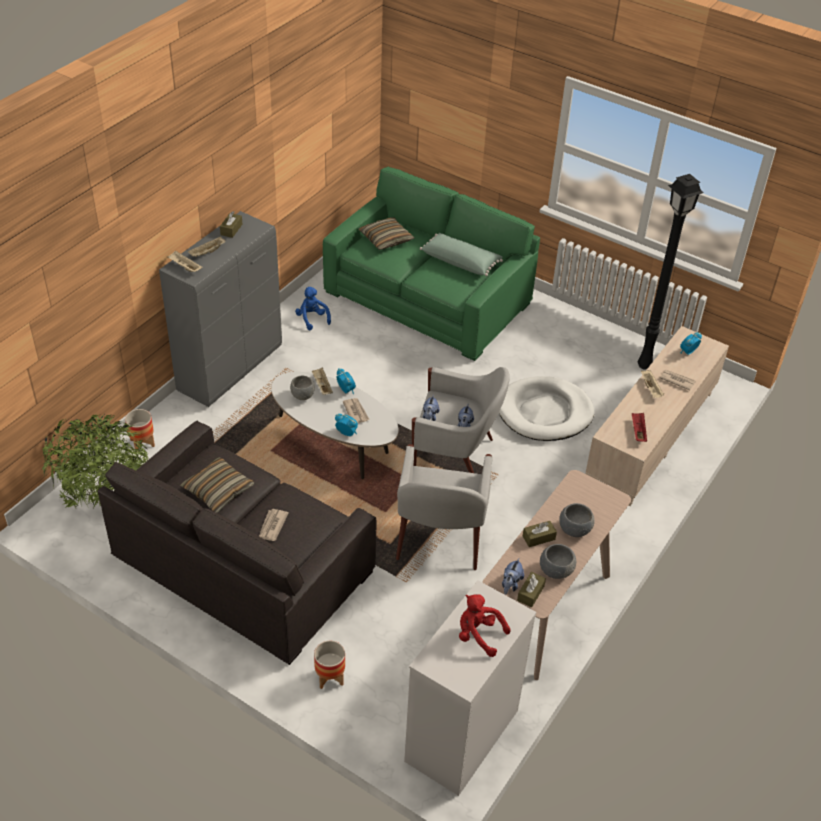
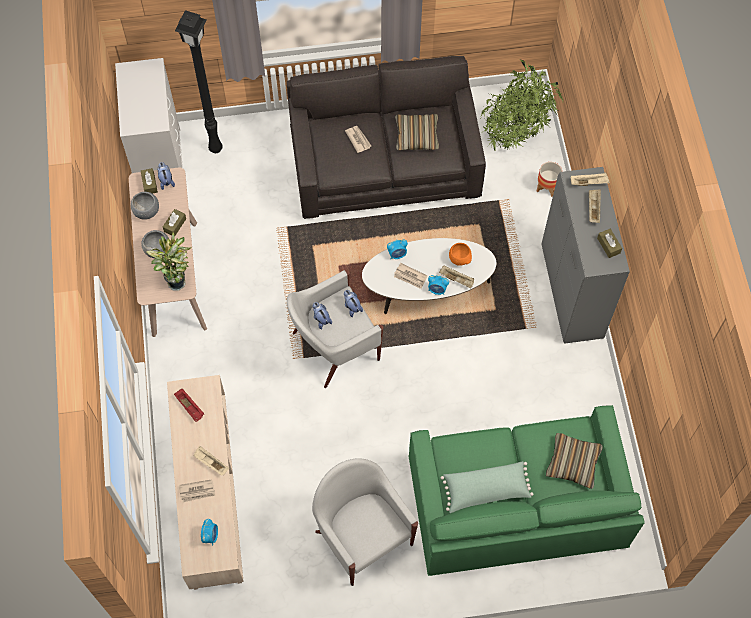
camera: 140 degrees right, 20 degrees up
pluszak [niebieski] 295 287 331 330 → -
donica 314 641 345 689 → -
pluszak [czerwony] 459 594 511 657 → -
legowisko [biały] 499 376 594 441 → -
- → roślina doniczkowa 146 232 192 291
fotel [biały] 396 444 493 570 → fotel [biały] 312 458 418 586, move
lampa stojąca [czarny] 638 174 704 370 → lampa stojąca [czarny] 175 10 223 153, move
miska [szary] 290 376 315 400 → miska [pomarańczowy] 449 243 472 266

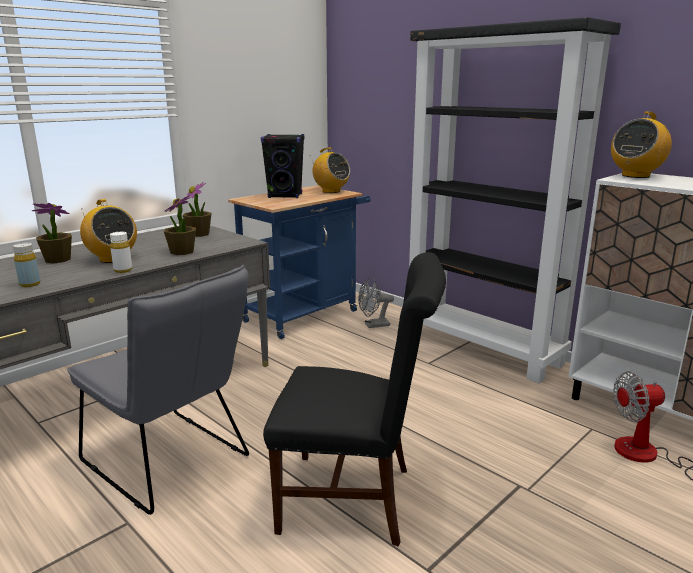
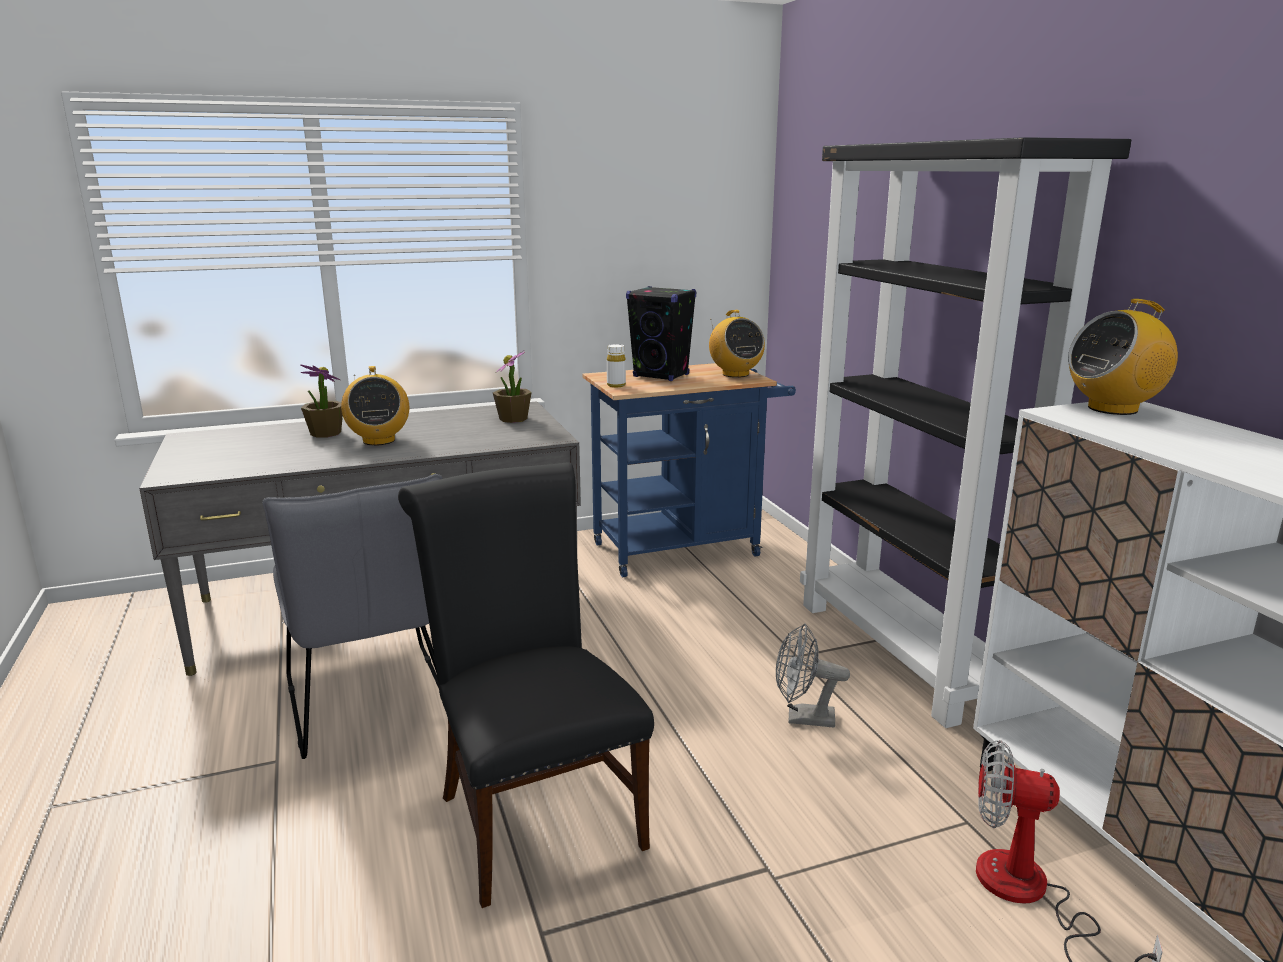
camera: 25 degrees right, 0 degrees up
butelka [żółty] 13 243 40 287 → -
roślina doniczkowa 164 195 196 255 → -
butelka [biały] 110 232 132 273 → butelka [biały] 607 344 626 387, move
wentylator [szary] 358 277 394 328 → wentylator [szary] 776 623 850 728, move
krzesło [czarny] 263 252 446 546 → krzesło [czarny] 398 462 654 908, 150 degrees counterclockwise

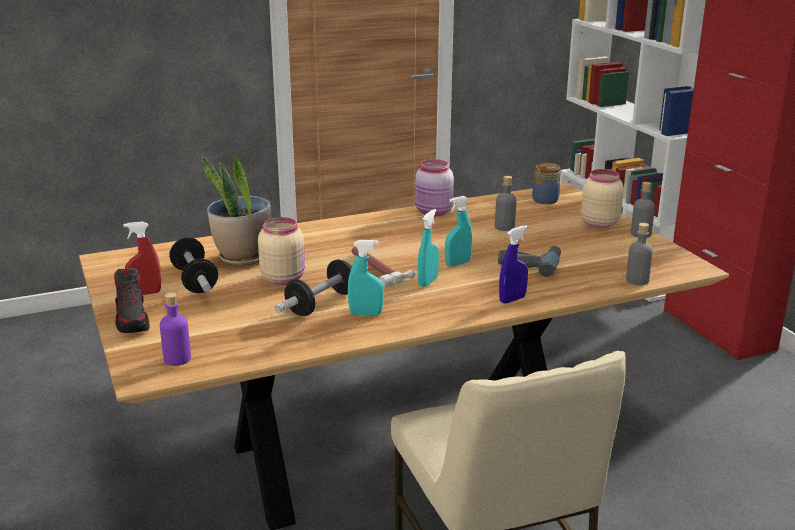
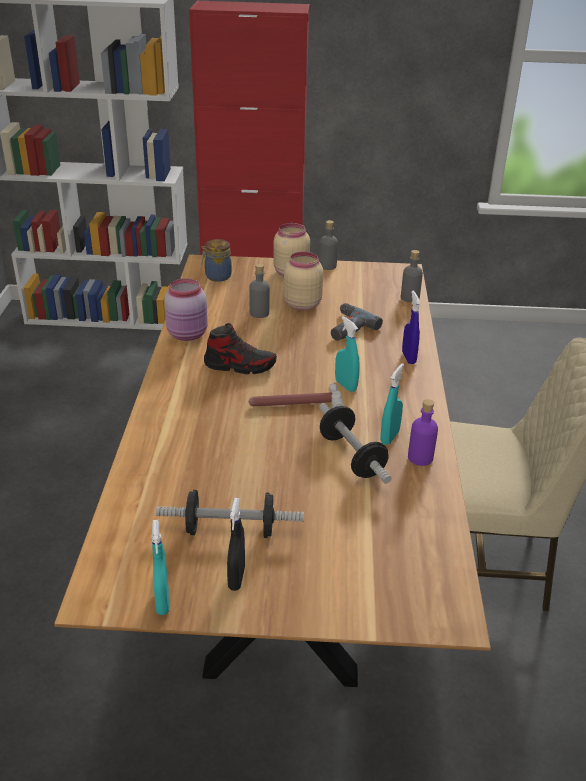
camera: 65 degrees left, 10 degrees up
roślina doniczkowa 202 156 271 266 → -
but 114 268 150 333 → but 204 323 277 375, move
butelka [fioletowy] 160 292 191 366 → butelka [fioletowy] 408 399 438 466, move
słoik [beżowy] 258 217 305 285 → słoik [beżowy] 284 252 323 310, move
spryskiwacz [turkusowy] 445 196 472 267 → spryskiwacz [turkusowy] 152 520 169 615, move
spryskiwacz [czerwony] 124 221 161 295 → spryskiwacz [czarny] 227 498 245 591

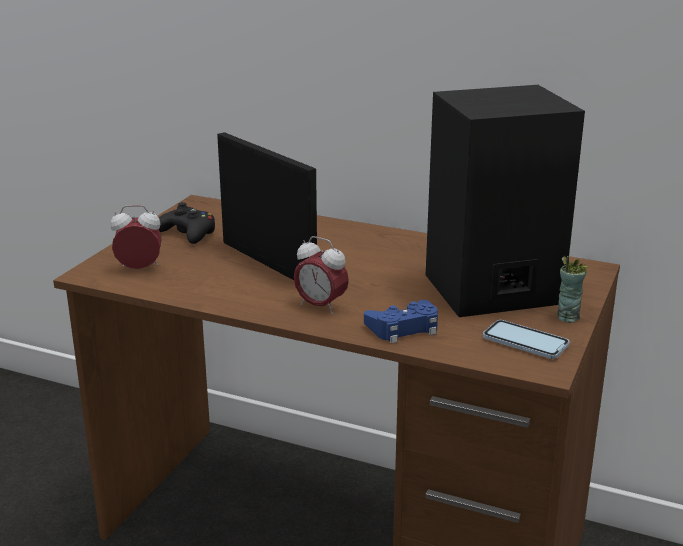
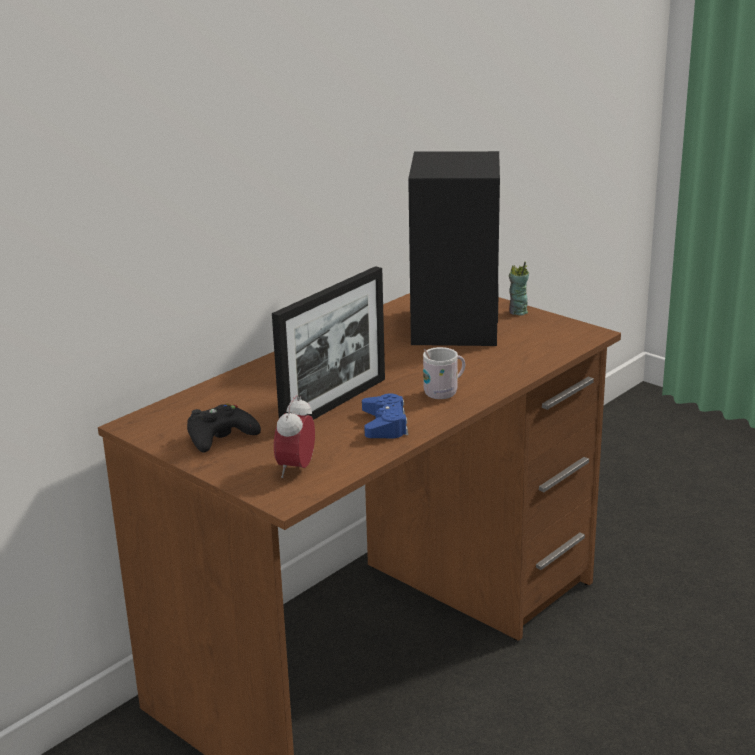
camera: 70 degrees left, 0 degrees up
telefon 483 320 570 359 → -
pad do gier [niebieski] 364 300 438 344 → pad do gier [niebieski] 362 394 409 438, move
budzik 294 236 349 315 → kubek [biały] 423 347 465 399
ramka na zdjęcie 217 132 317 280 → ramka na zdjęcie 272 266 385 420, 150 degrees clockwise

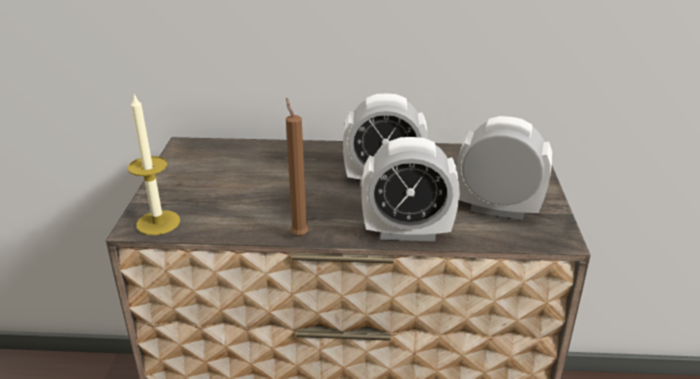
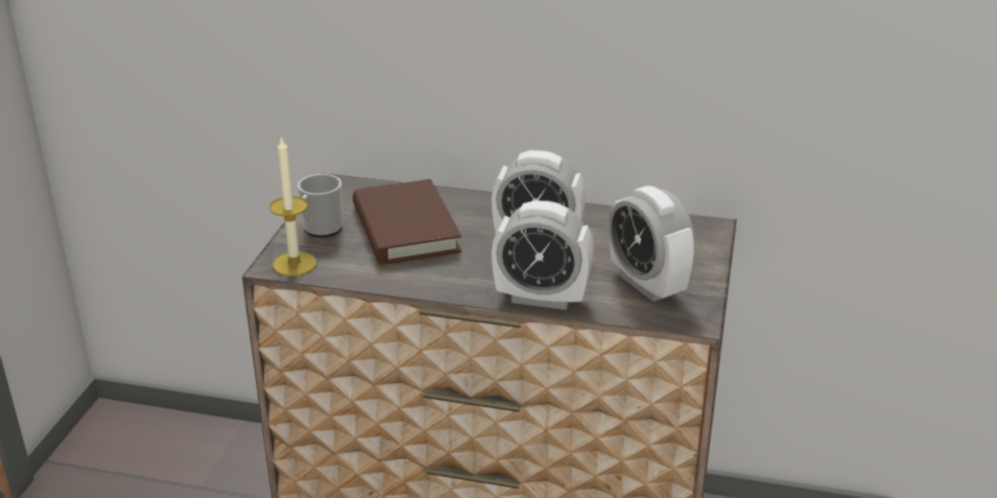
camera: 10 degrees right, 0 degrees up
świeca [brązowy] 286 97 308 236 → -
- → kubek 298 174 343 237
- → książka [brązowy] 353 179 462 265
budzik 456 116 552 220 → budzik 609 186 695 302, 150 degrees counterclockwise

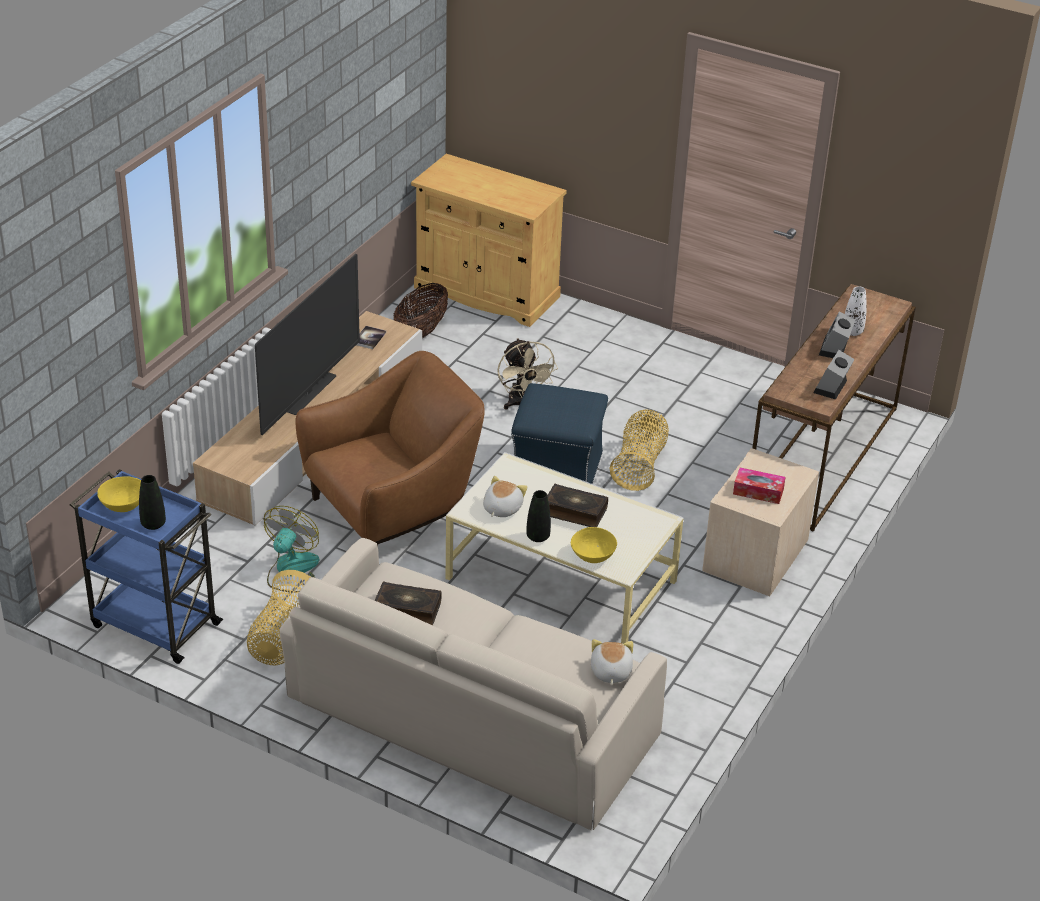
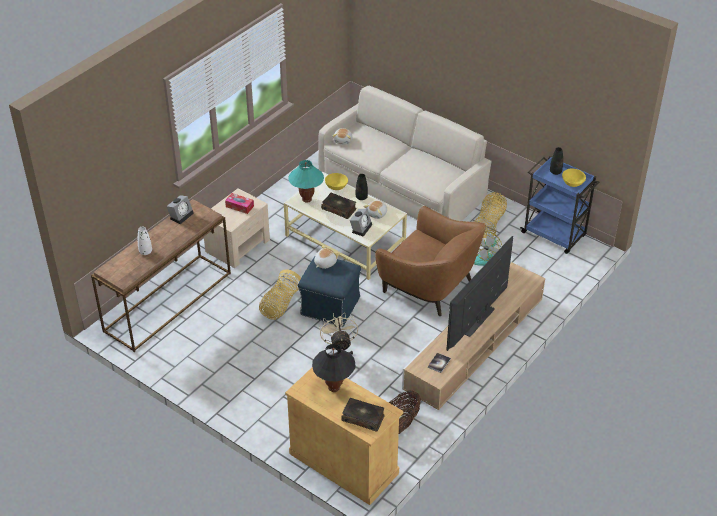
camera: 170 degrees left, 5 degrees up
- → lampa stołowa [turkusowy] 288 160 324 203
- → lampa stołowa [czarny] 312 344 356 392
- → pluszak 314 245 339 269
książka 375 581 442 625 → książka 341 398 385 432, move
budzik 819 312 855 358 → budzik 350 209 372 237, move
fotel [brązowy] 295 351 485 546 → fotel [brązowy] 375 206 486 316, 120 degrees counterclockwise

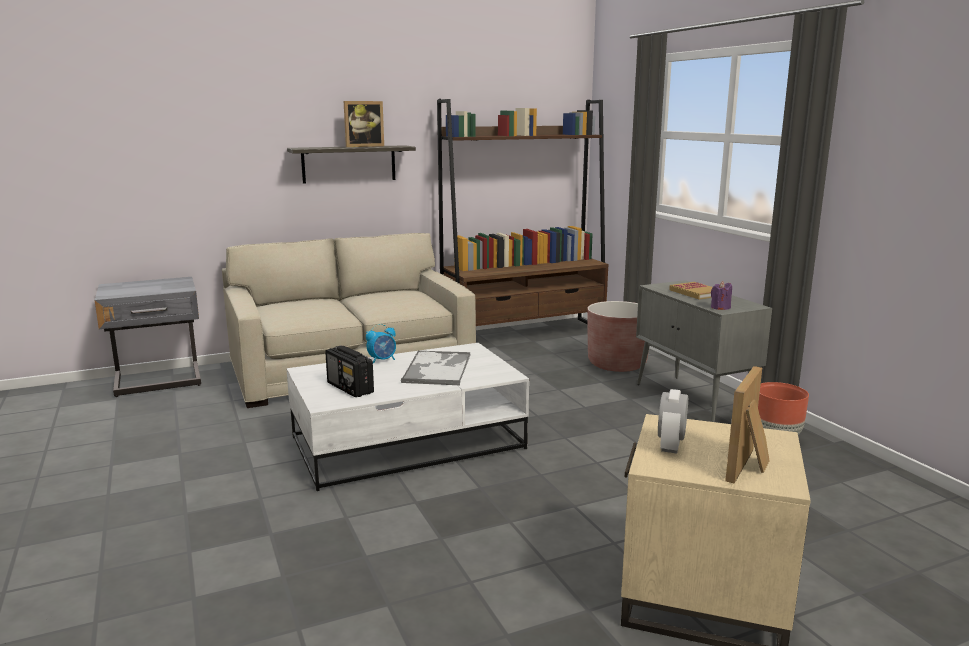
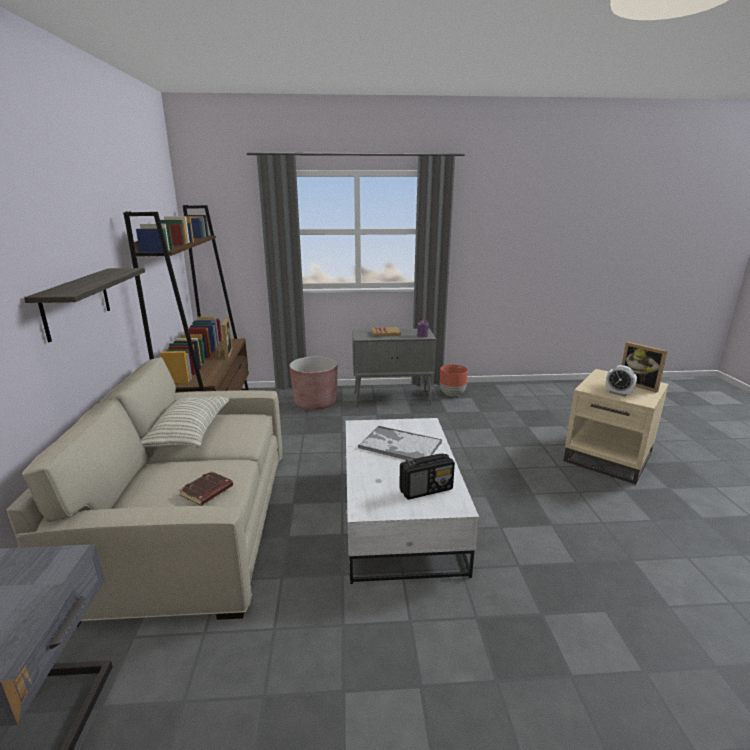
camera: 70 degrees left, 5 degrees up
budzik 366 324 396 364 → -
- → poduszka 141 396 229 448
- → książka [brązowy] 179 471 233 506
ramka na zdjęcie 344 101 384 147 → ramka na zdjęcie 219 317 233 359, move

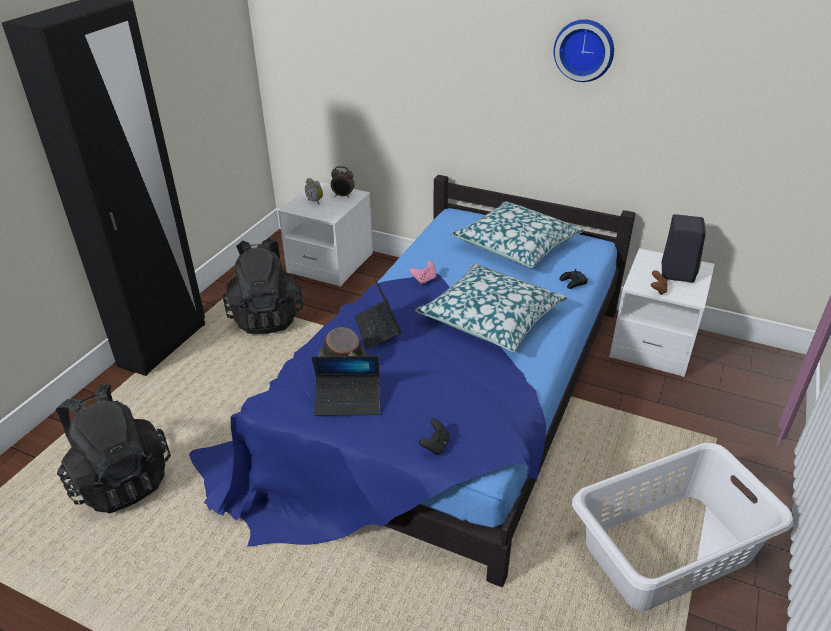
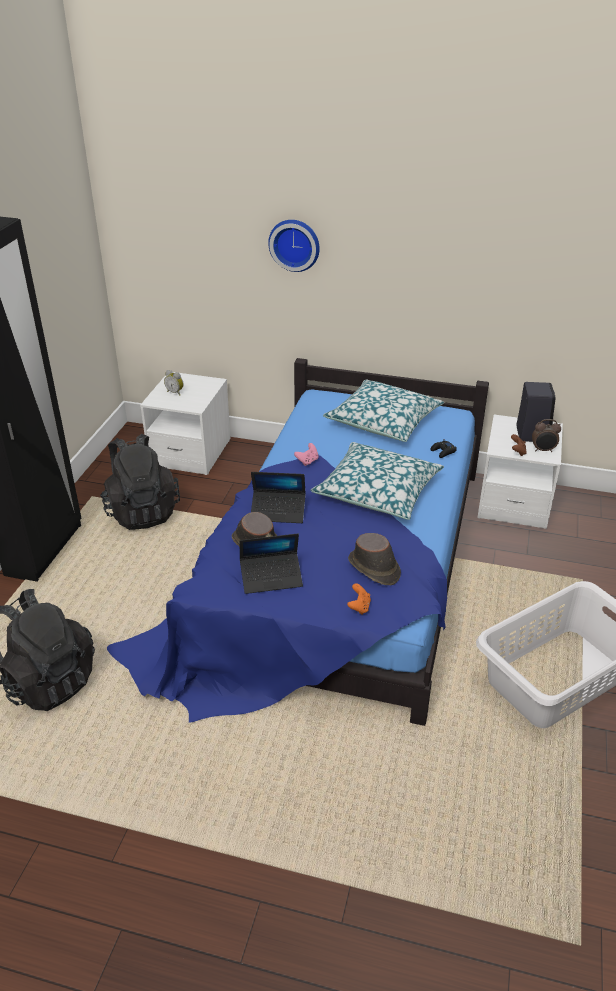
camera: 10 degrees left, 0 degrees up
- → kapelusz [brązowy] 348 533 401 585
budzik 331 166 355 198 → budzik 532 419 561 452, move
zegar ścienny 554 19 614 82 → zegar ścienny 268 220 320 272, move
pad do gier [czarny] 419 419 449 455 → pad do gier [pomarańczowy] 347 583 371 615
laptop 354 275 401 350 → laptop 251 472 306 523, 60 degrees counterclockwise

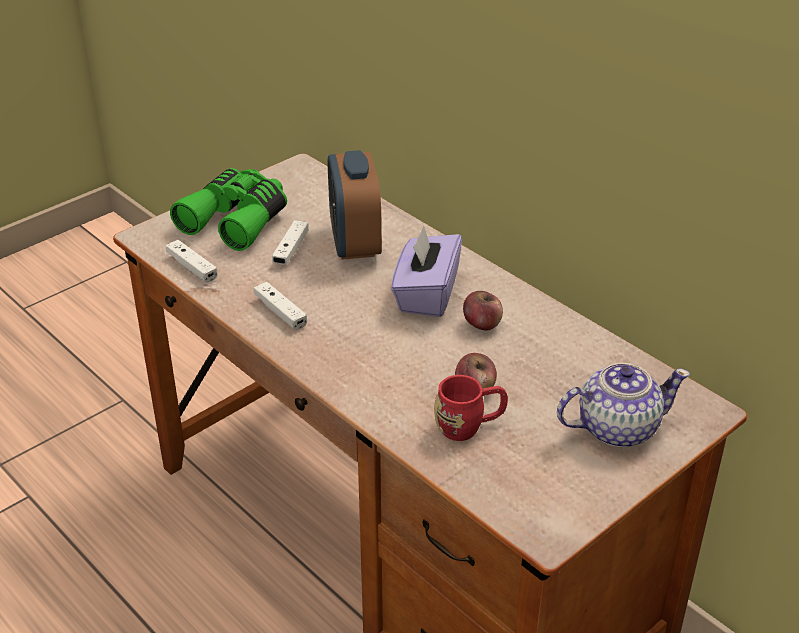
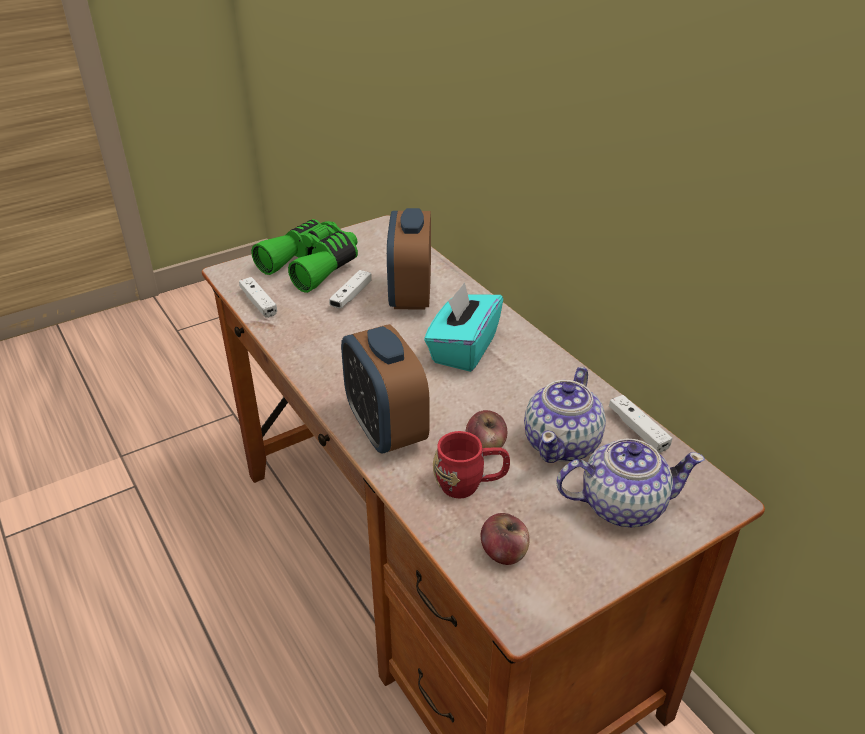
camera: 10 degrees right, 0 degrees up
- → budzik 341 324 430 454
- → imbryk 524 367 606 463
pad do gier [biały] 254 282 307 330 → pad do gier [biały] 609 395 672 453, move
jabłko 463 291 503 331 → jabłko 481 513 529 565, move
pudełko chusteczek [fioletowy] 391 225 462 317 → pudełko chusteczek [turkusowy] 424 282 503 372

